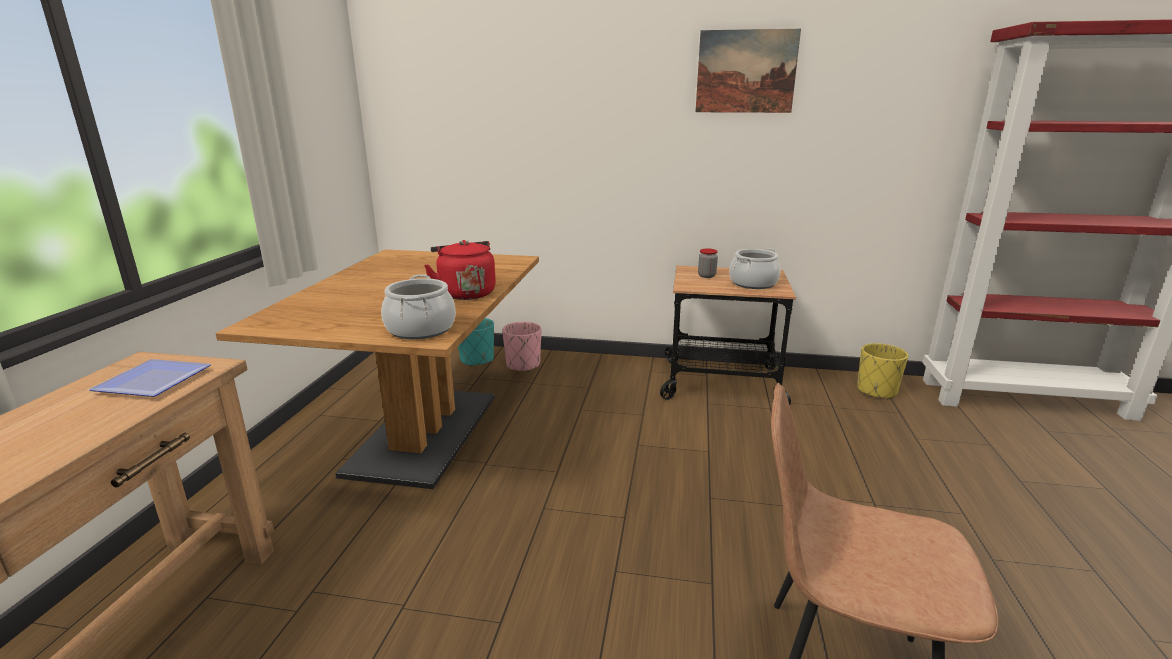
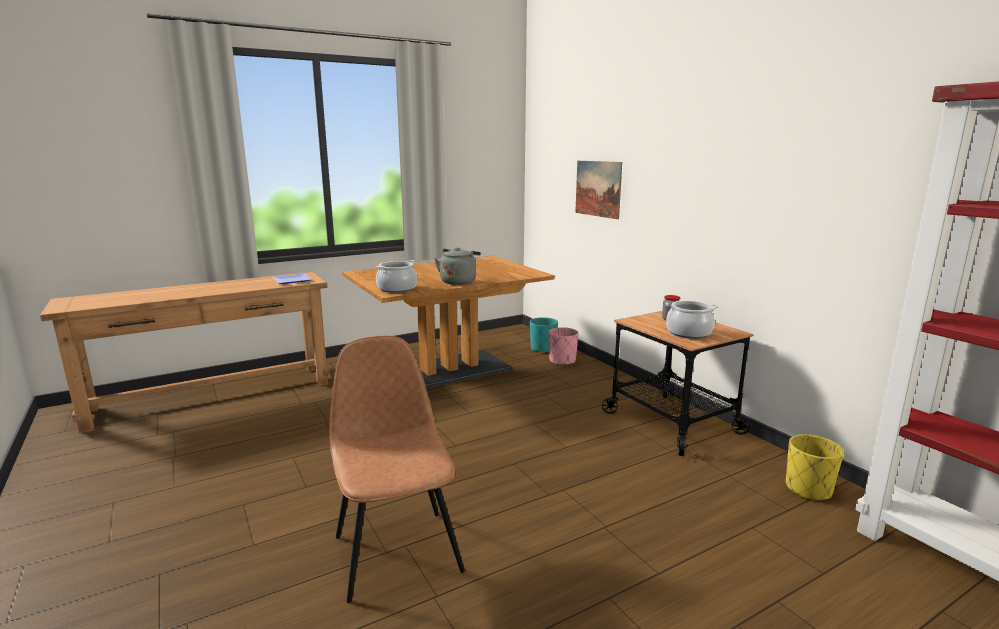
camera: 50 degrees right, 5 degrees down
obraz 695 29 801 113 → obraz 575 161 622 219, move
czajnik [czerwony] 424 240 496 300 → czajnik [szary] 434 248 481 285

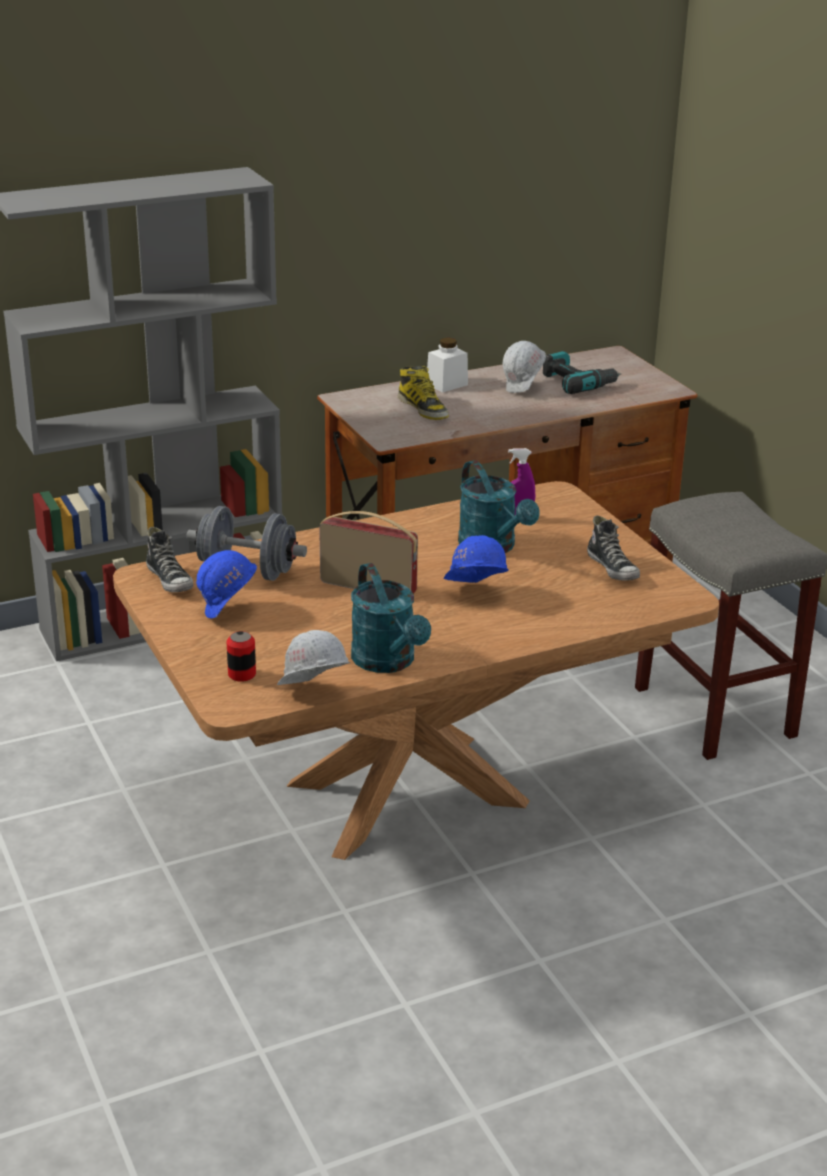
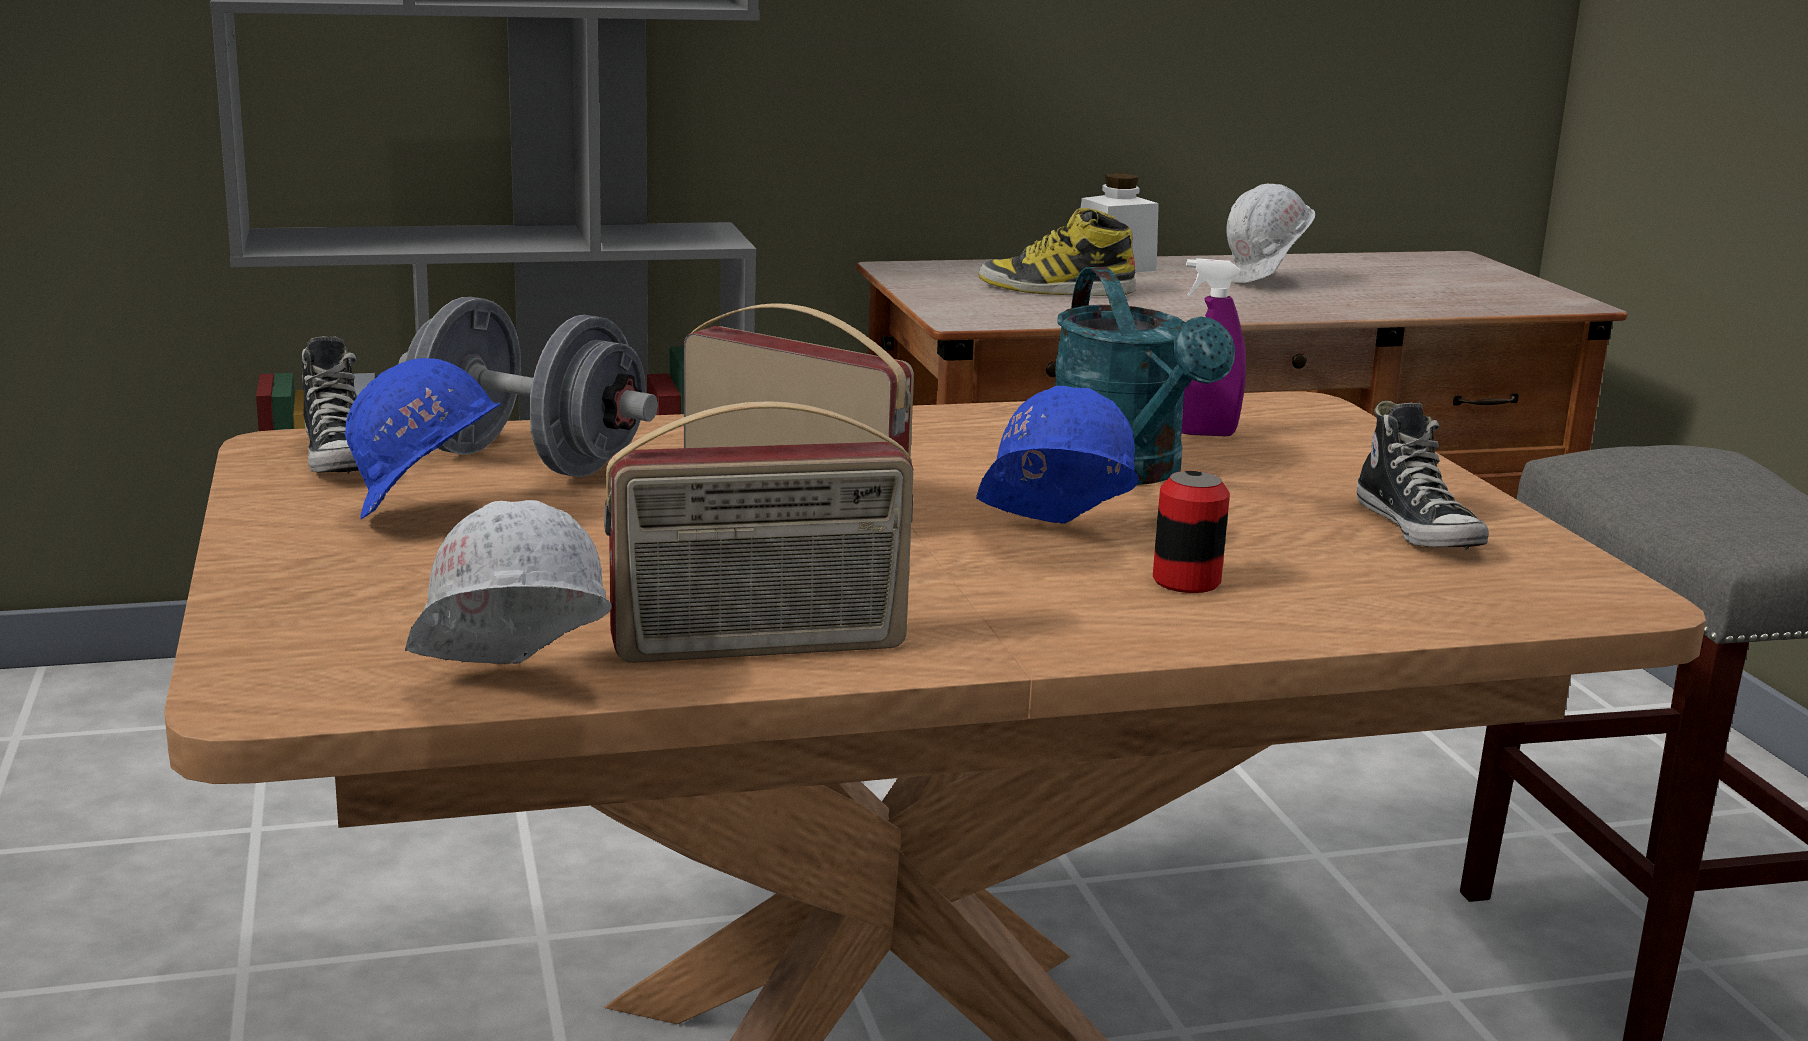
camera: 10 degrees right, 10 degrees down
wiertarka 543 351 621 394 → -
puszka 227 631 256 682 → puszka 1153 471 1230 593, move
konewka [turkusowy] 351 563 431 673 → radio 604 401 913 663
but z cholewką 398 366 449 420 → but z cholewką 978 208 1136 296, 120 degrees clockwise

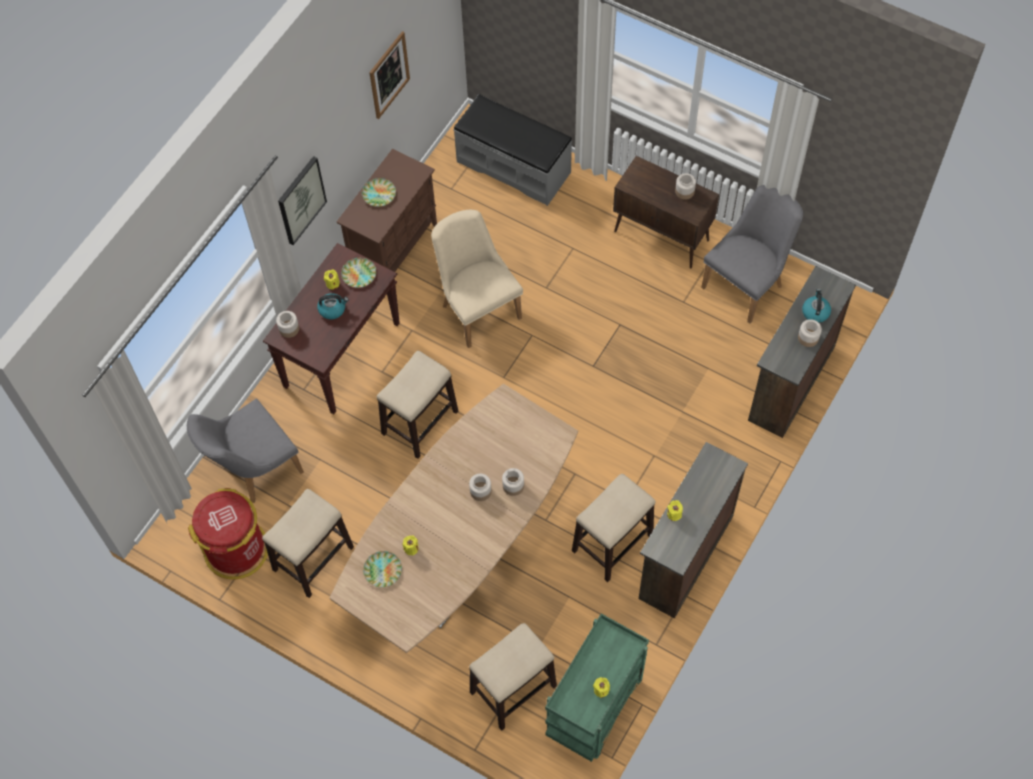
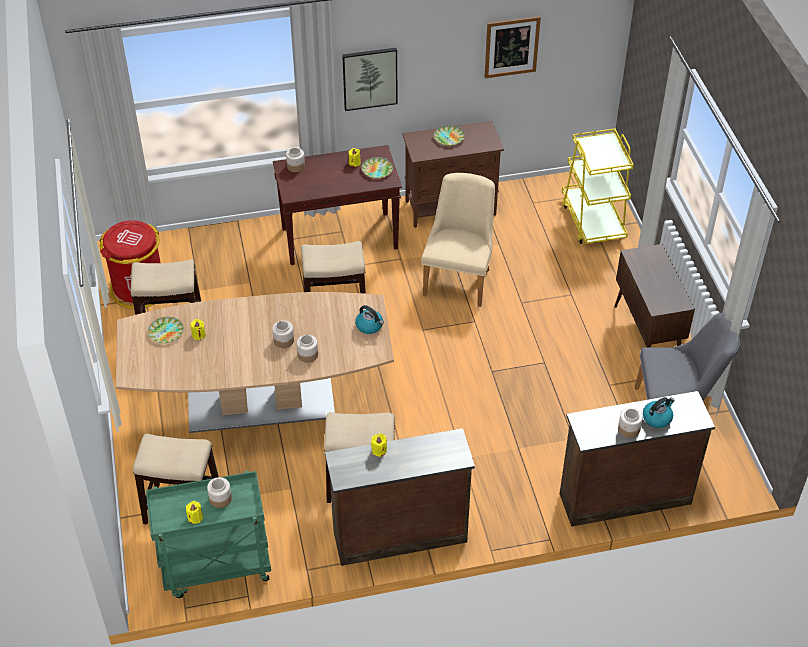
camera: 45 degrees right, 15 degrees down
krzesło [szary] 187 398 304 503 → -
czajnik 317 293 348 319 → czajnik 355 305 384 334, move
słoik 675 173 696 200 → słoik 207 477 232 508, move
ławka [szary] 453 94 572 206 → wózek [żółty] 562 128 634 244

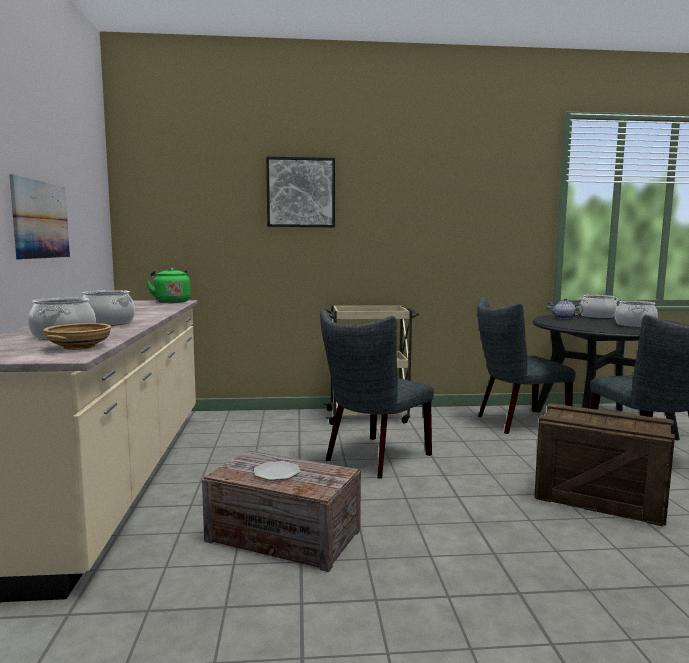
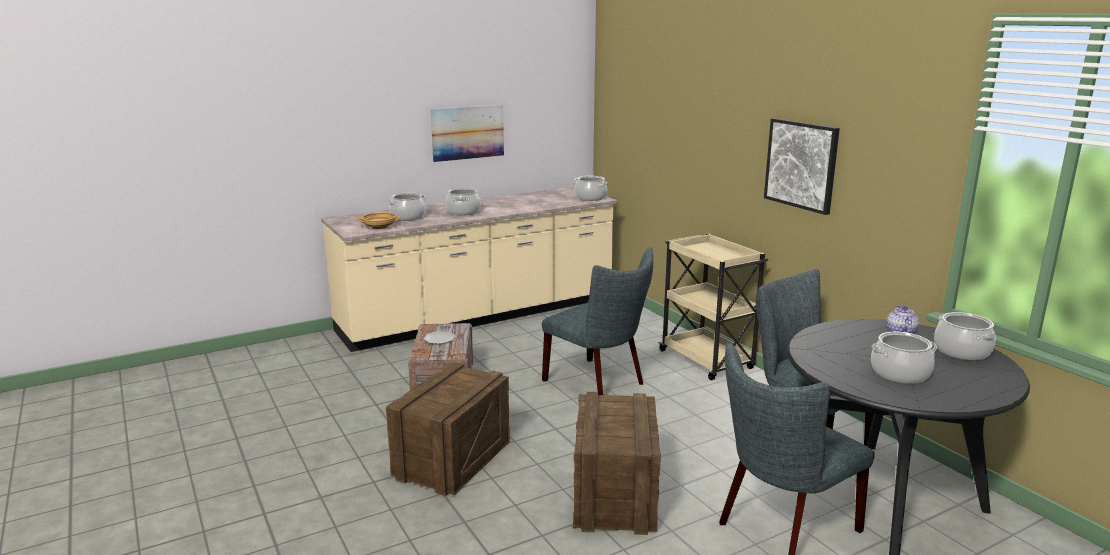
camera: 65 degrees right, 10 degrees up
- → skrzynka 386 362 510 496
obraz 266 157 335 227 → obraz 764 118 840 215, move
czajnik [zielony] 146 268 191 303 → garnek 574 176 607 201
krzesło [szary] 320 309 434 479 → krzesło [szary] 542 247 653 395, 150 degrees counterclockwise

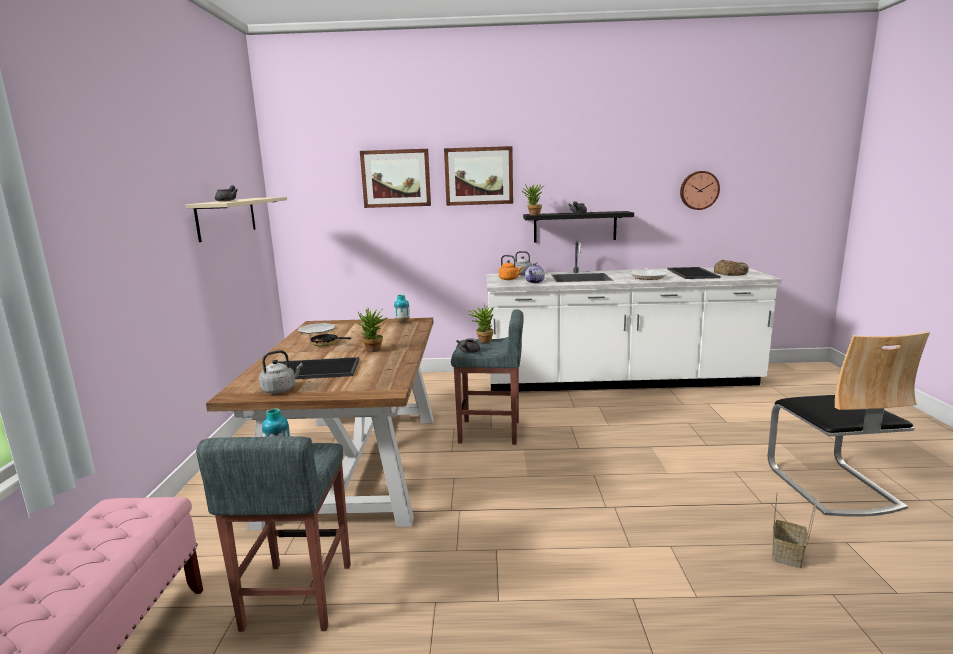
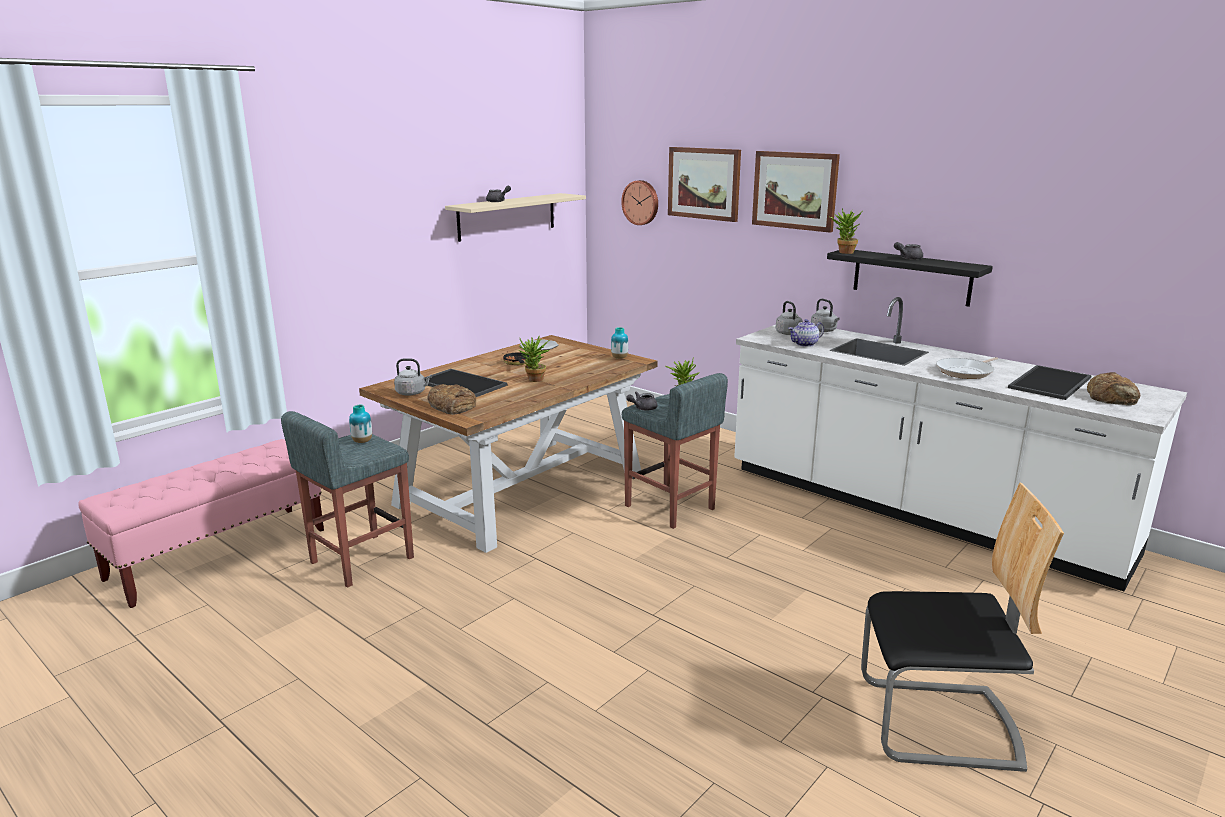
camera: 40 degrees right, 5 degrees up
koszyk 772 492 816 568 → -
- → chleb 428 384 476 415
zegar ścienny 680 171 720 210 → zegar ścienny 621 180 658 225, move
czajnik [pomarańczowy] 499 255 523 280 → czajnik [szary] 776 301 803 335
krzesło 768 331 930 517 → krzesło 861 483 1064 772, 120 degrees counterclockwise

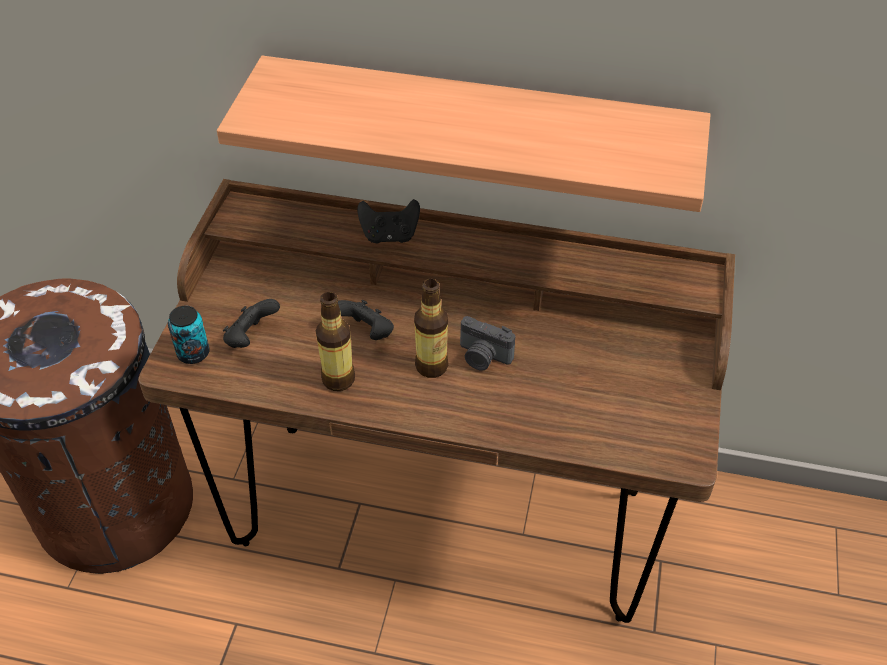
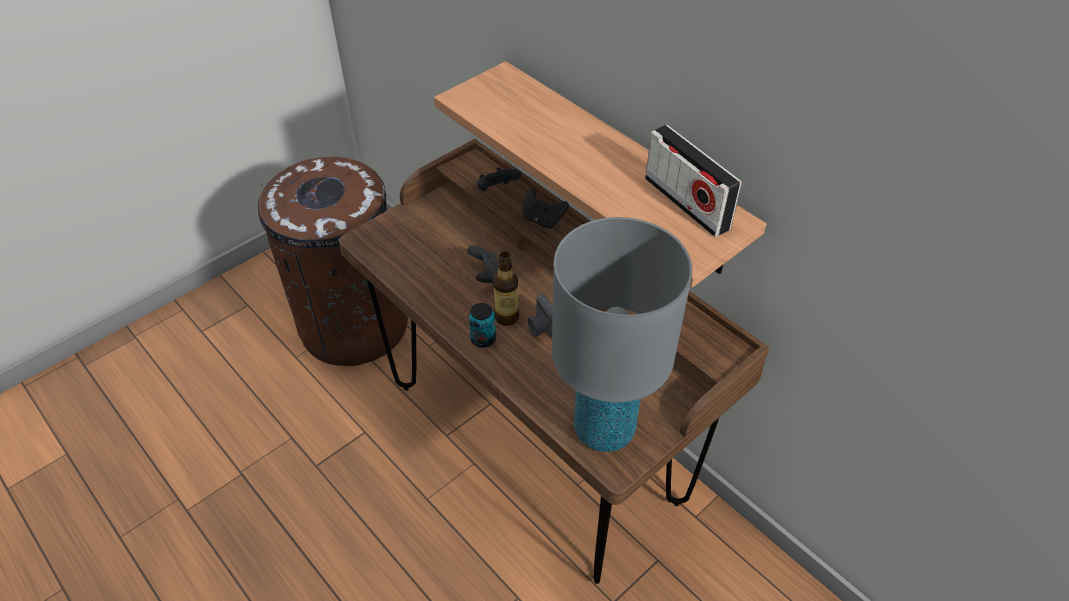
camera: 35 degrees right, 0 degrees up
butelka 316 292 355 391 → -
- → lampa stołowa [szary] 552 217 692 452
- → radio 645 125 742 237
puszka 168 306 210 364 → puszka 469 303 496 348, move
pad do gier [czarny] 223 299 280 348 → pad do gier [czarny] 477 167 521 191, move

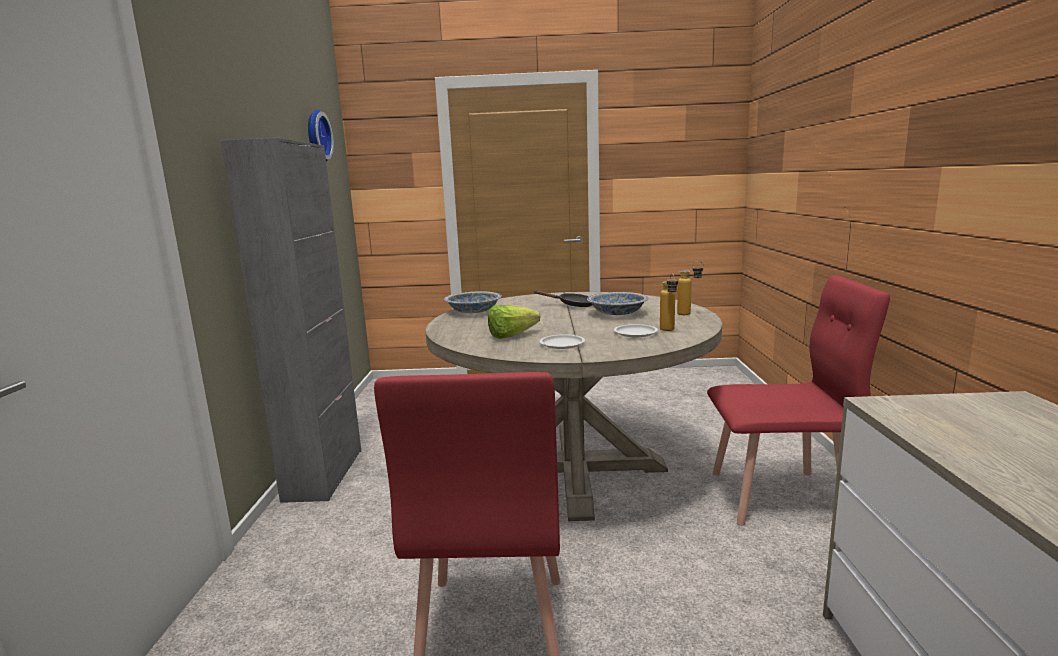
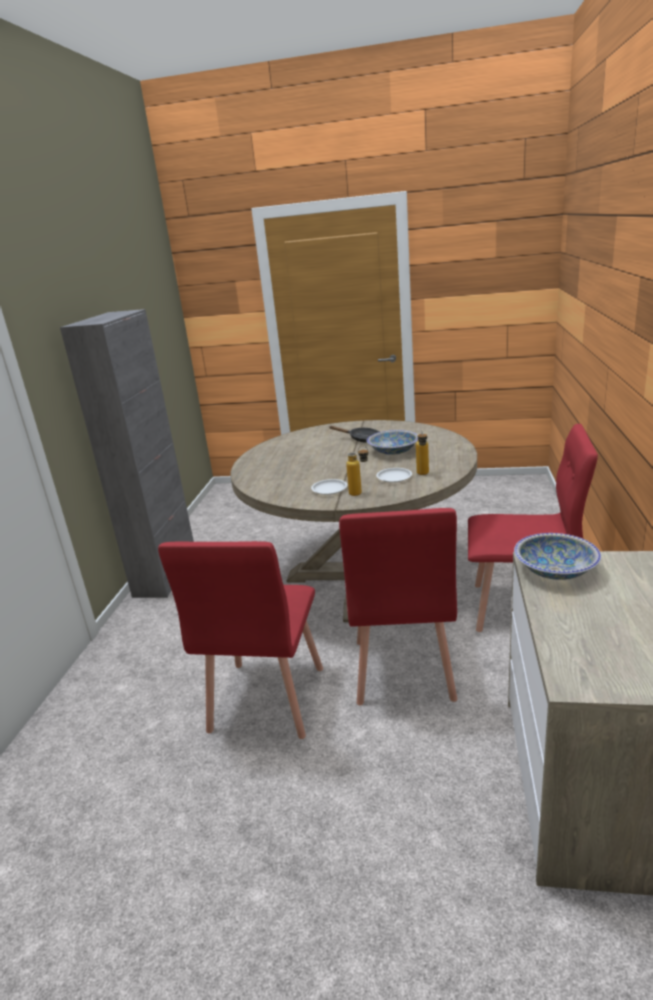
camera: 10 degrees right, 10 degrees up
zegar ścienny 308 109 334 161 → -
sałata 488 305 540 339 → -
- → krzesło [czerwony] 339 508 457 705
miska 444 291 502 313 → miska 514 533 601 580, move
butelka 677 261 704 315 → butelka 346 446 369 496, move

